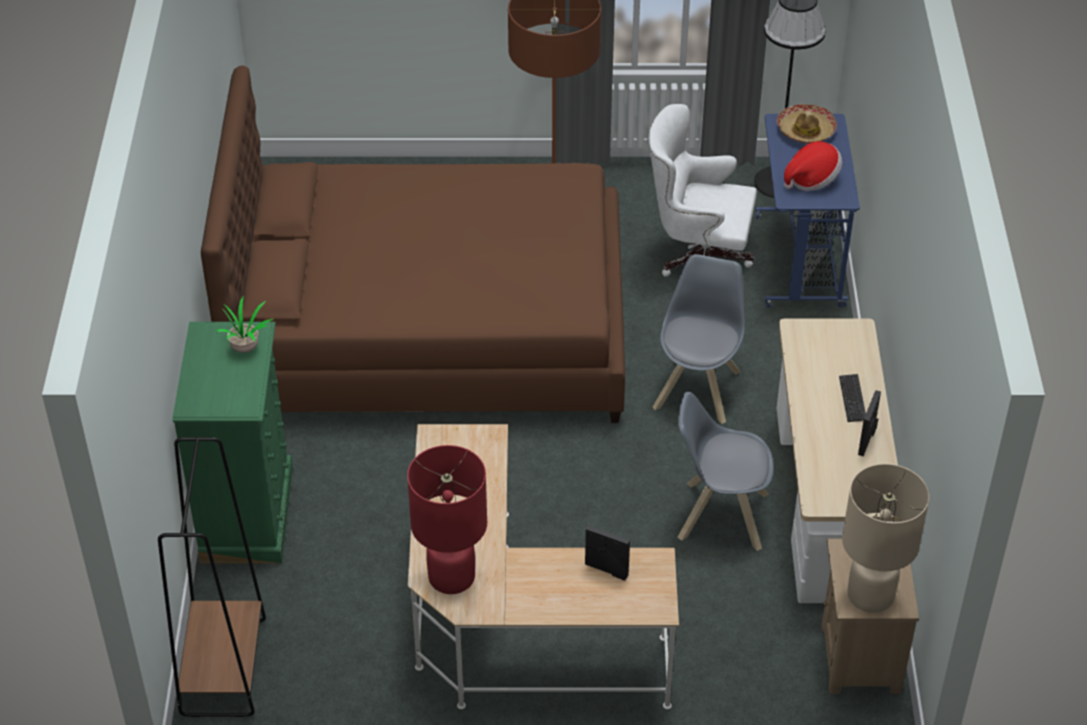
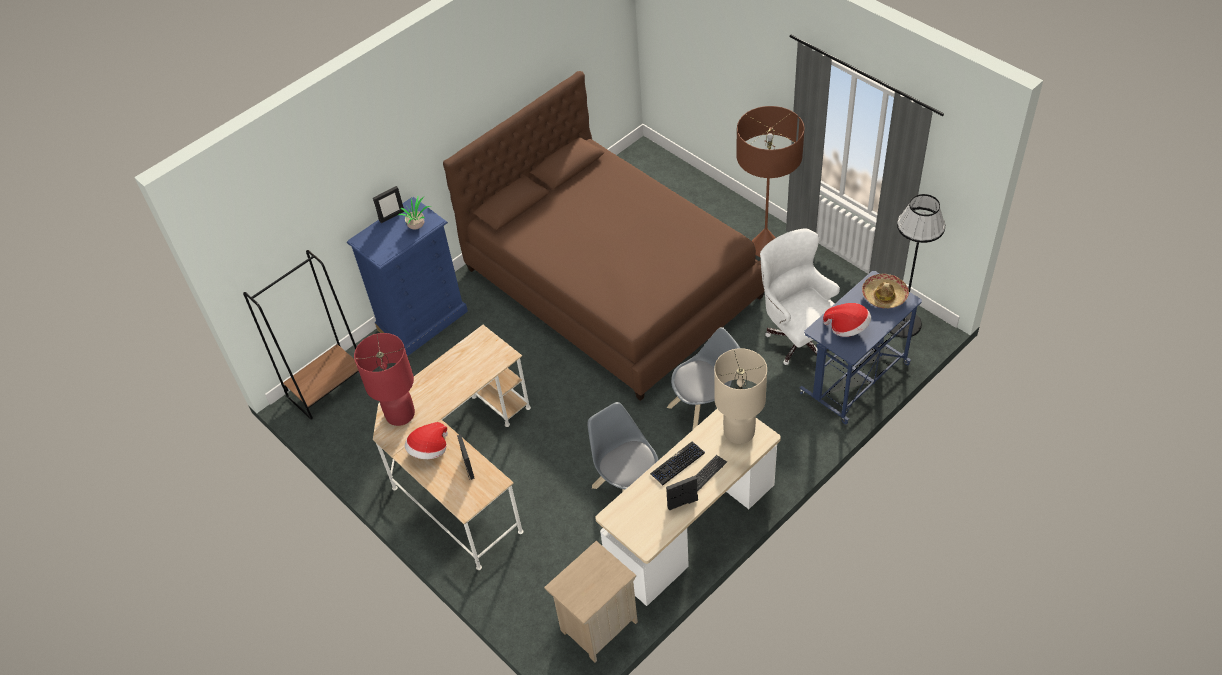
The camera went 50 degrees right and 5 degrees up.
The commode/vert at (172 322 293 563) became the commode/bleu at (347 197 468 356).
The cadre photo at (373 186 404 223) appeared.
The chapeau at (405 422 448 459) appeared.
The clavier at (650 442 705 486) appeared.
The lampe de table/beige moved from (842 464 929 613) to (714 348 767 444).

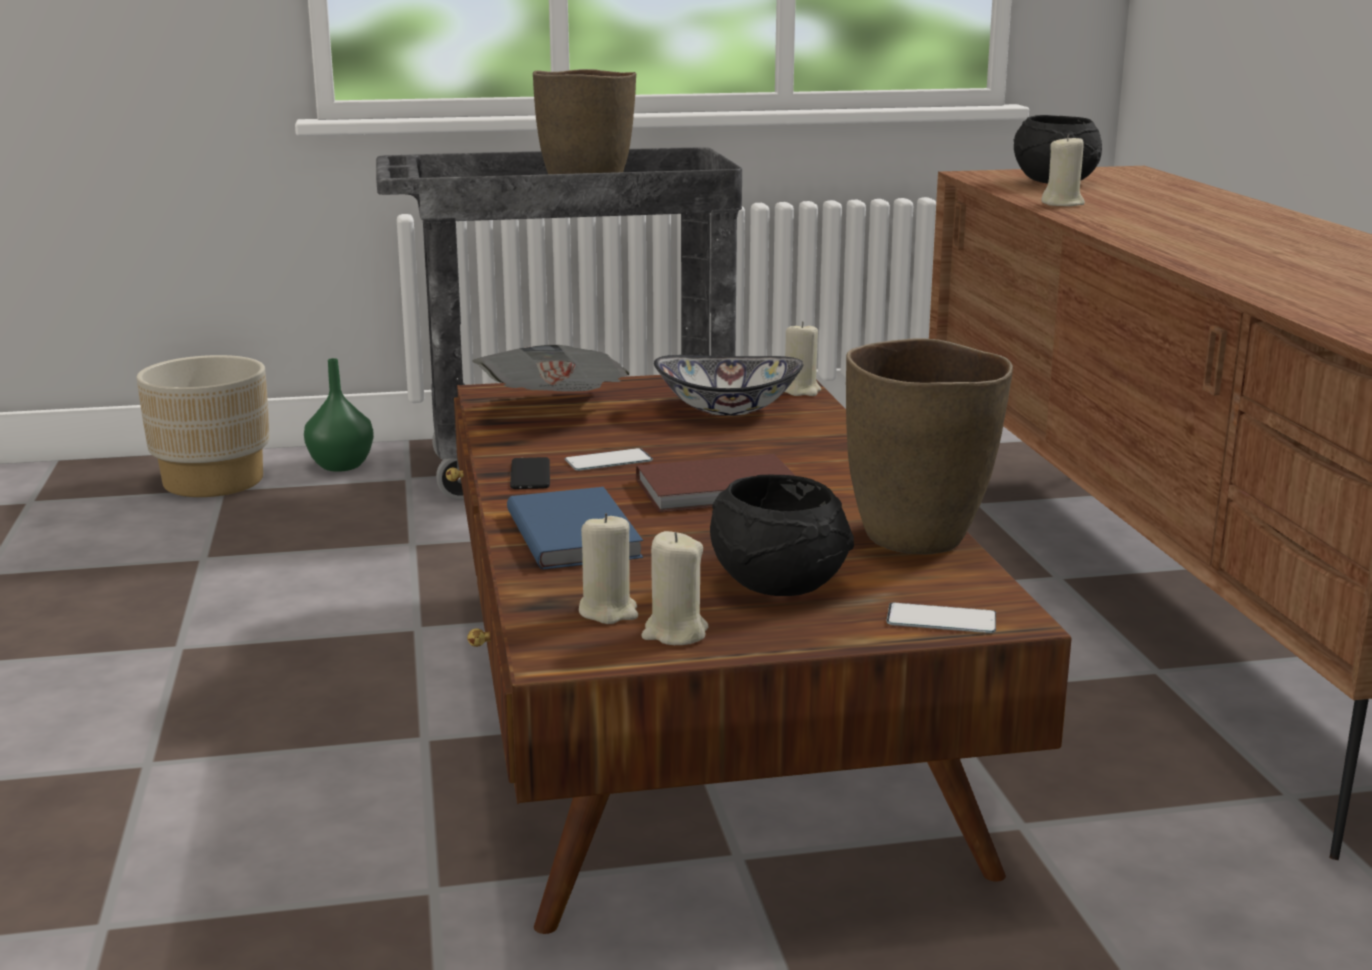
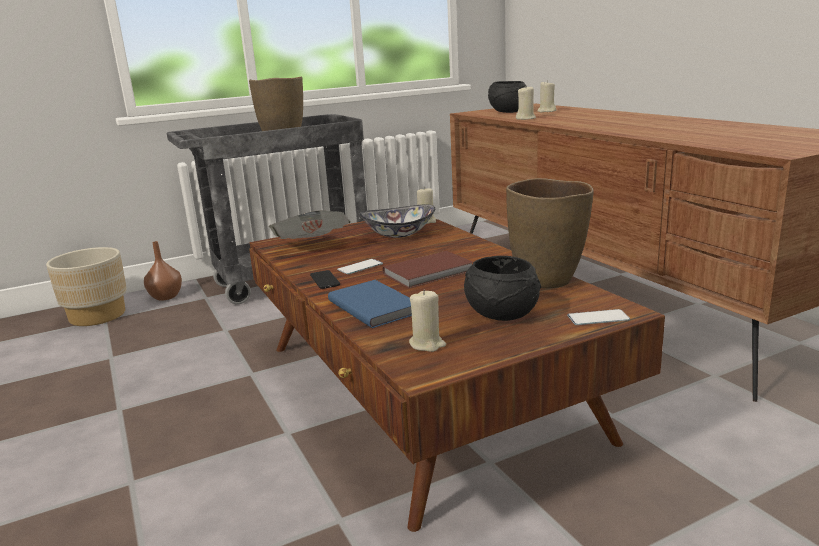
The camera went 15 degrees left and 0 degrees up.
The vase/vert at (304 358 374 472) became the vase/marron at (144 241 182 301).
The bougie/beige moved from (641 531 708 645) to (538 80 556 113).

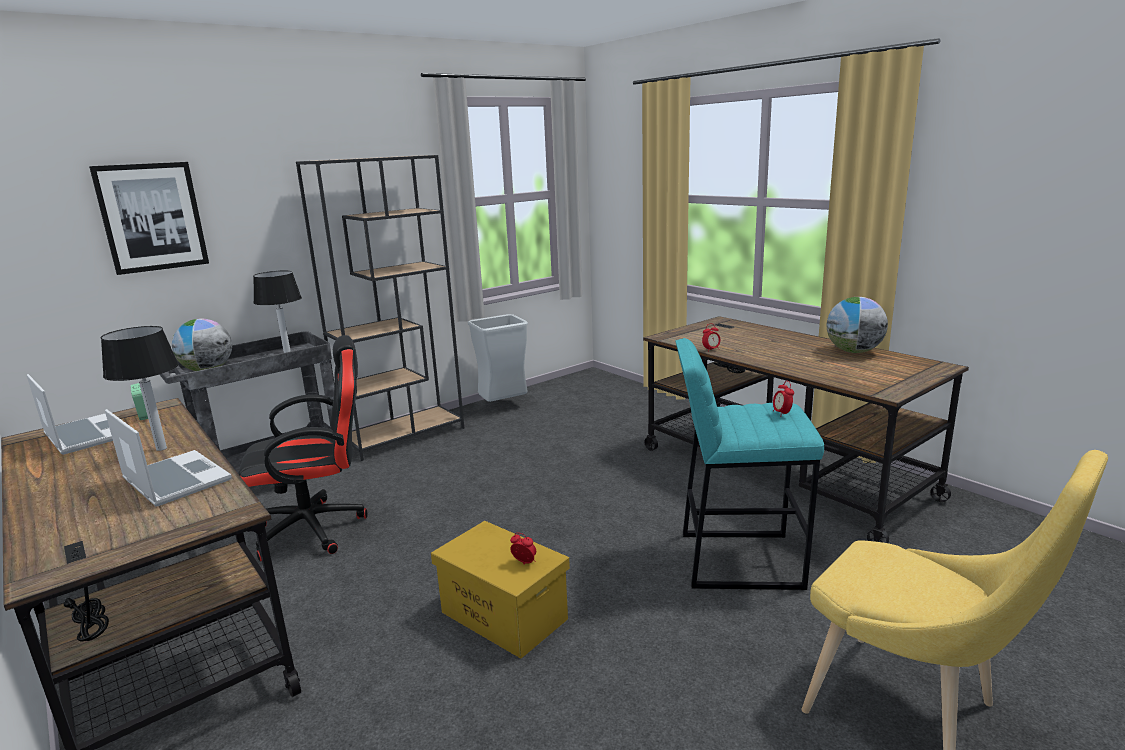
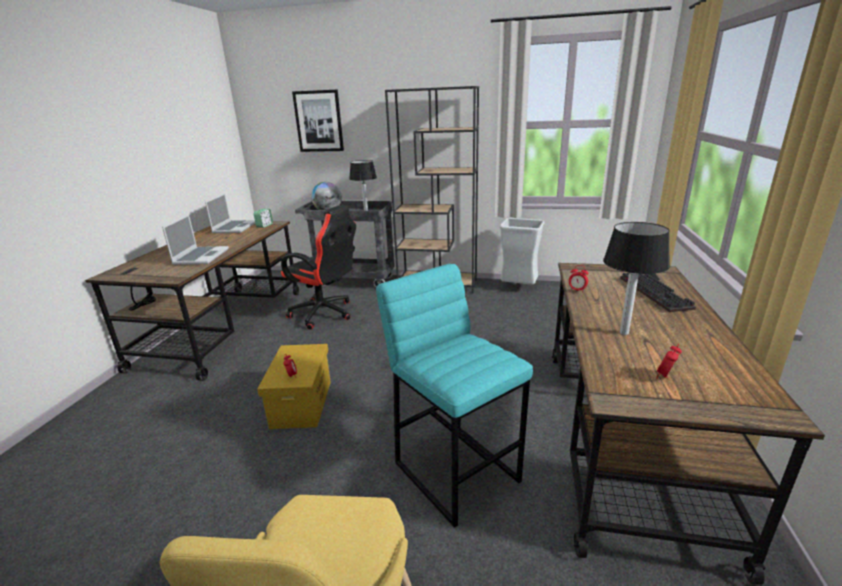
The camera went 50 degrees right and 5 degrees up.
The lampe de table moved from (101 326 179 451) to (603 222 670 335).
The clavier at (620 273 696 312) appeared.
The réveil moved from (773 381 794 417) to (656 344 682 378).
The globe at (827 297 888 353) disappeared.

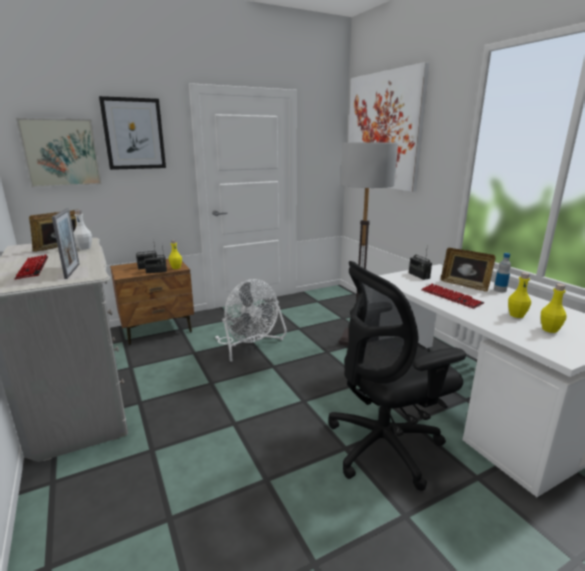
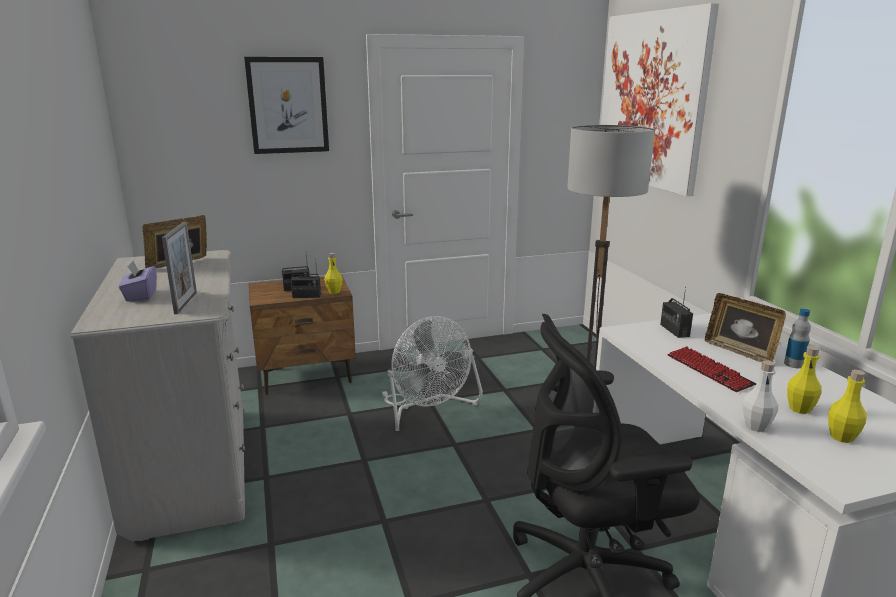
The camera went 10 degrees right and 0 degrees up.
The clavier at (15 254 48 279) was replaced by the boîte à mouchoirs/violet at (119 261 157 302).
The bouteille/blanc moved from (74 210 92 250) to (743 360 778 432).
The tableau at (16 118 102 188) disappeared.

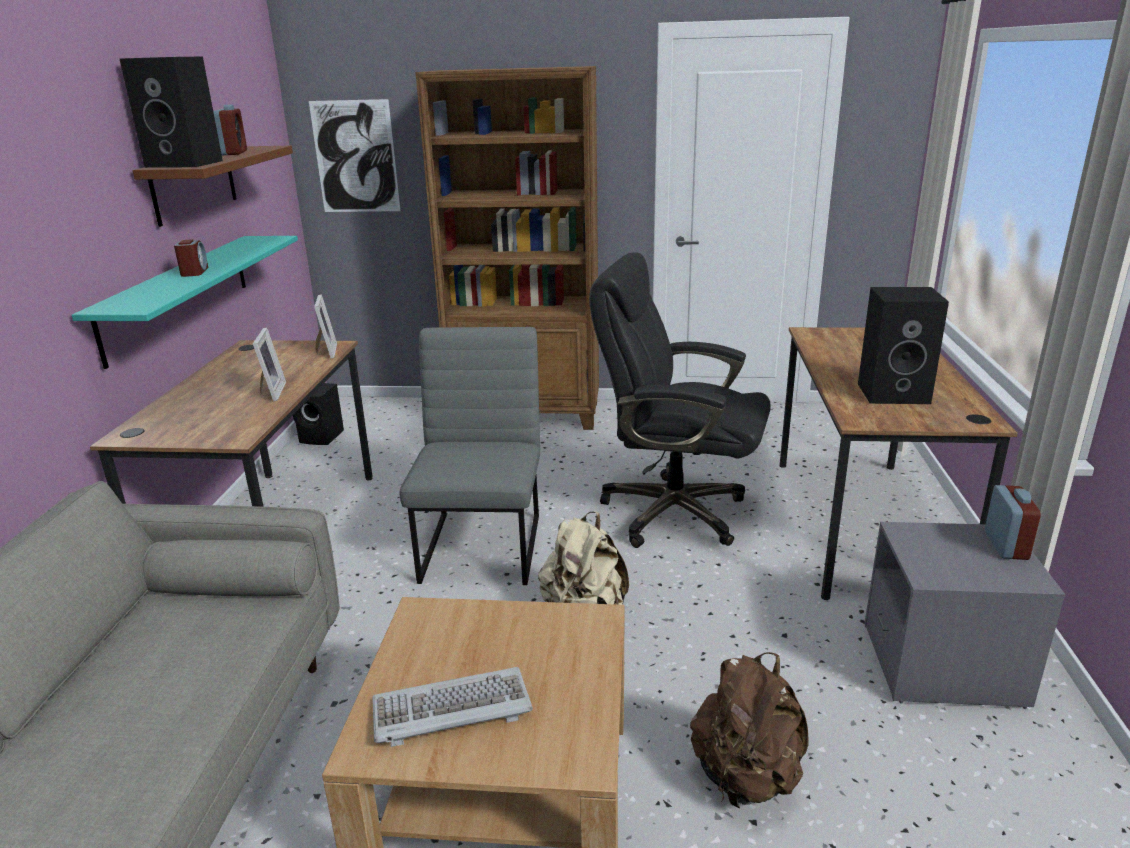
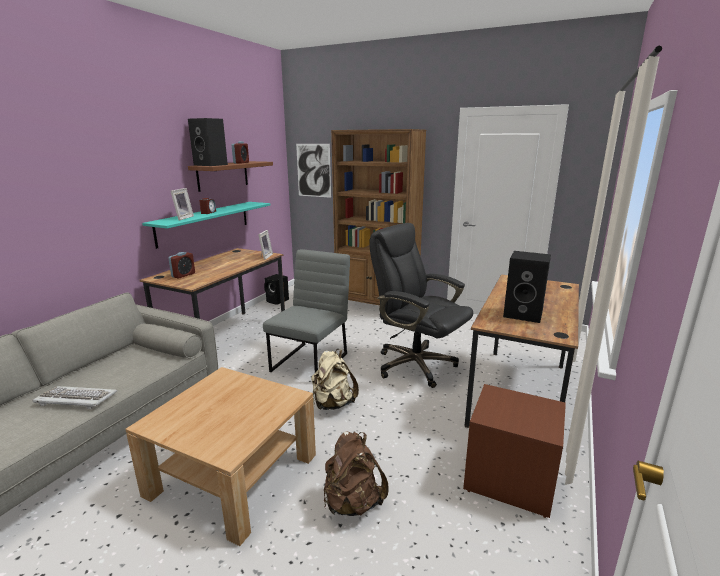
The camera went 20 degrees right and 5 degrees down.
The clavier moved from (373 667 533 747) to (32 386 117 409).
The réveil moved from (985 485 1041 560) to (168 252 195 279).
The cadre photo moved from (253 328 286 401) to (171 188 194 220).
The table de chevet/gris at (864 522 1065 709) became the table de chevet/marron at (463 384 566 518).

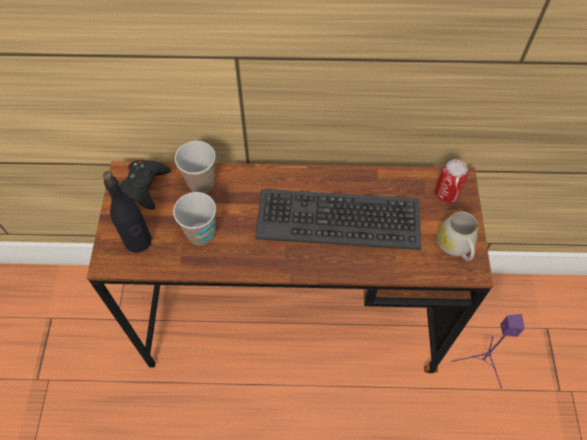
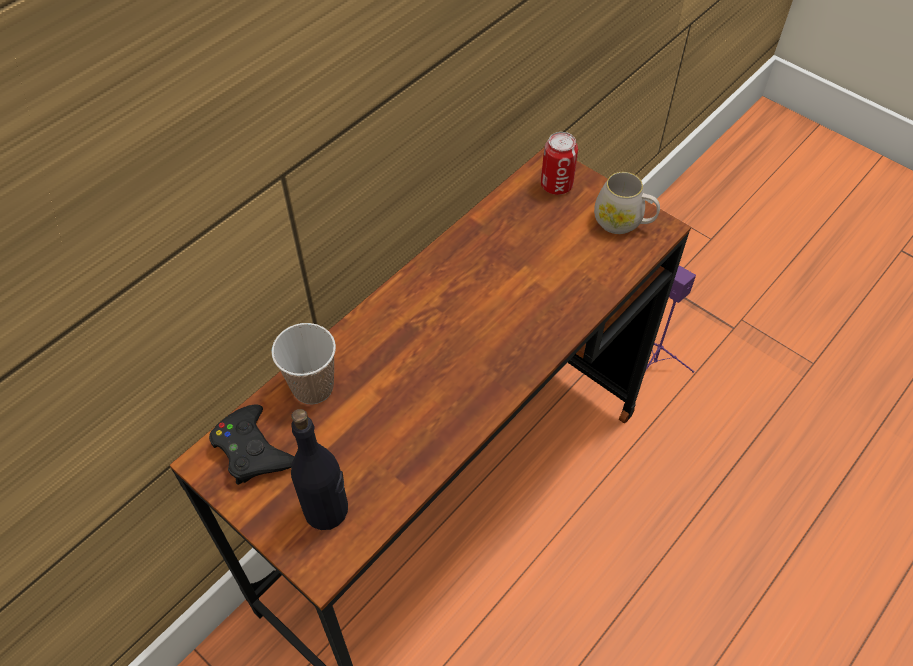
The camera went 50 degrees left and 5 degrees down.
The tasse at (173 192 216 245) disappeared.
The clavier at (255 189 421 250) disappeared.

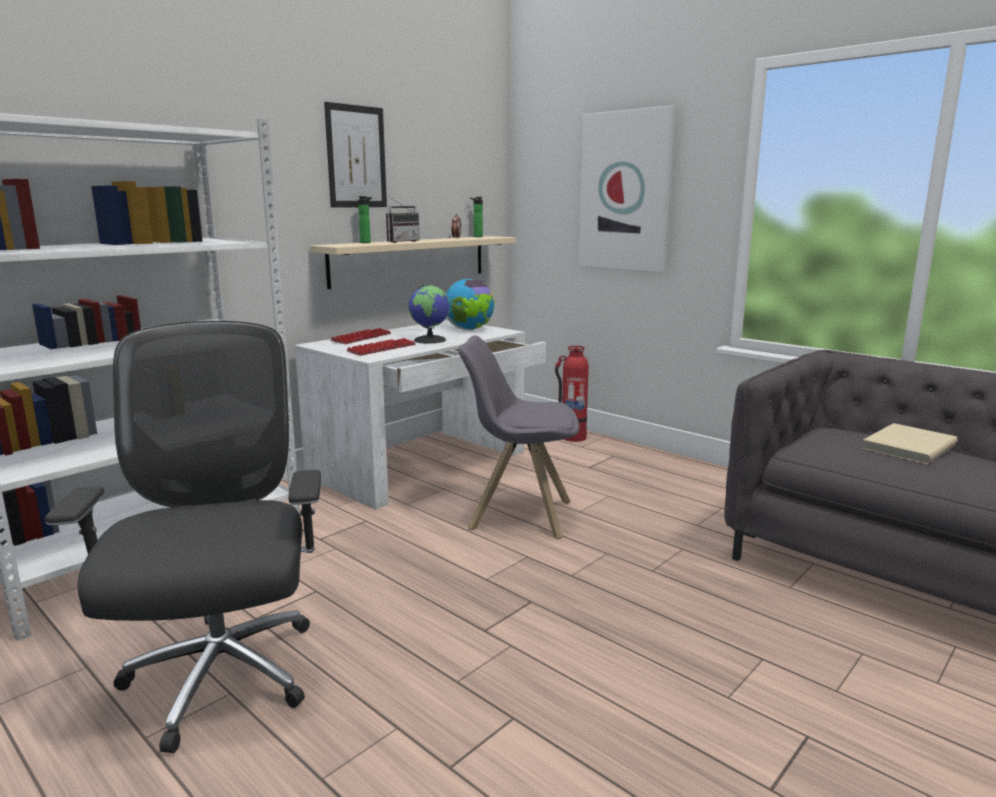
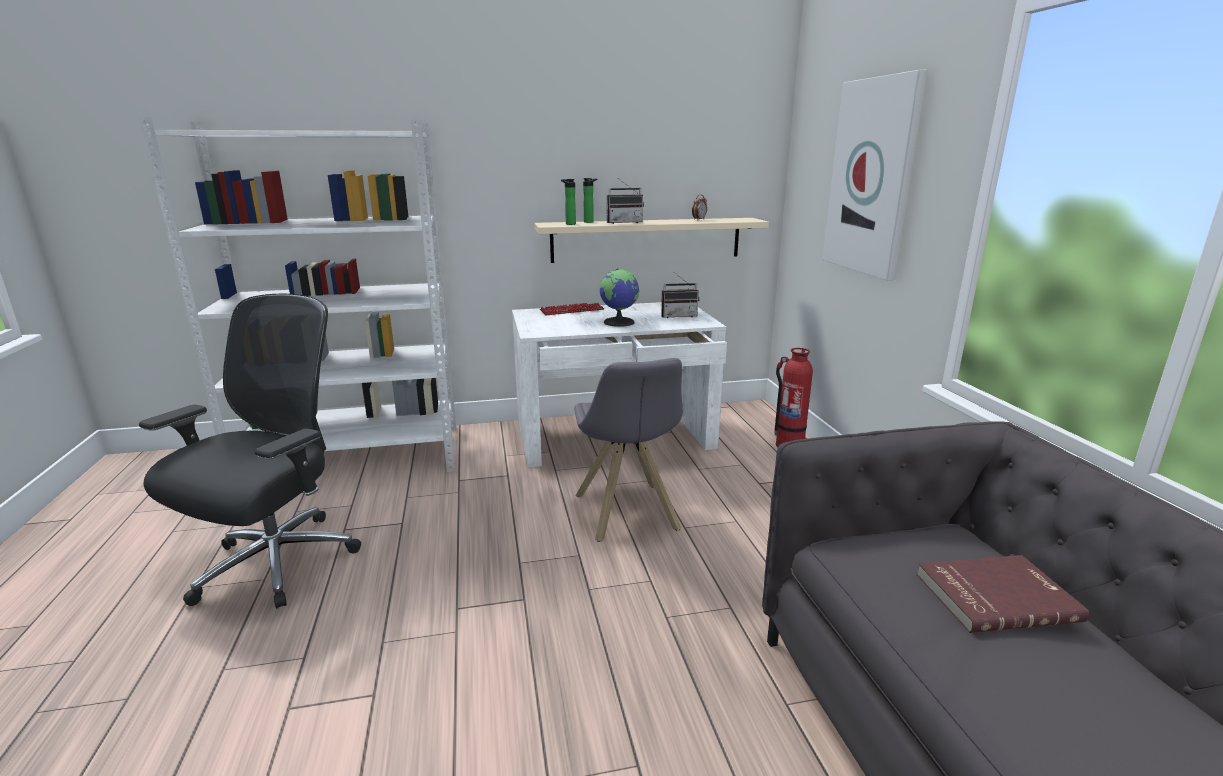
The camera went 35 degrees right and 5 degrees up.
The bouteille moved from (470 197 483 237) to (561 179 576 225).
The chaise/gris at (458 335 579 539) turned 150 degrees counterclockwise.
The globe at (446 279 495 330) was replaced by the radio at (661 272 699 318).
The livre/beige at (862 423 958 465) became the livre/rouge at (916 555 1089 633).
The tableau at (324 102 387 208) disappeared.
The clavier at (346 338 416 356) disappeared.

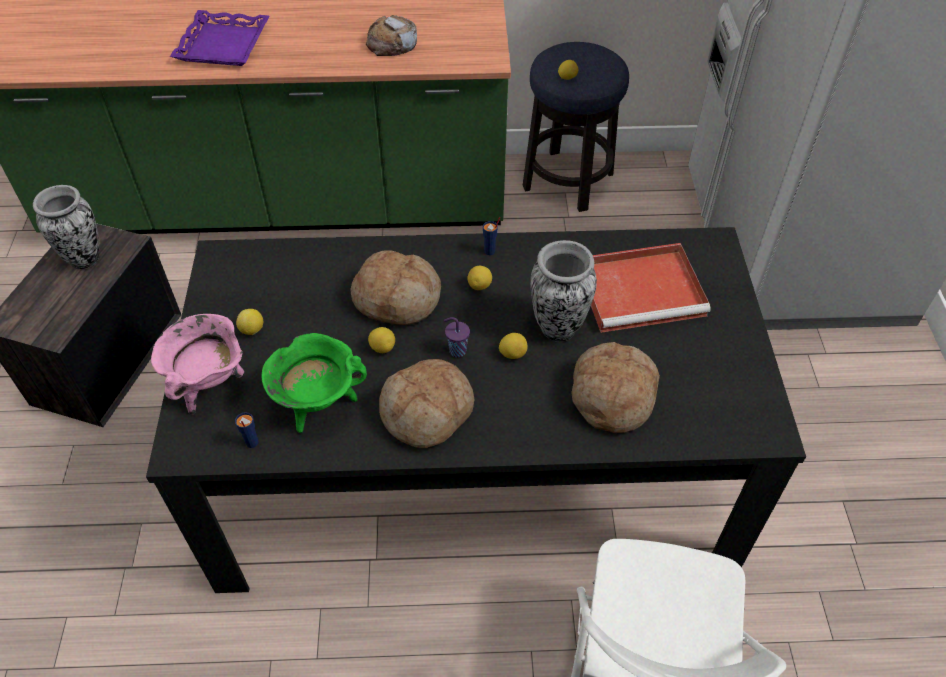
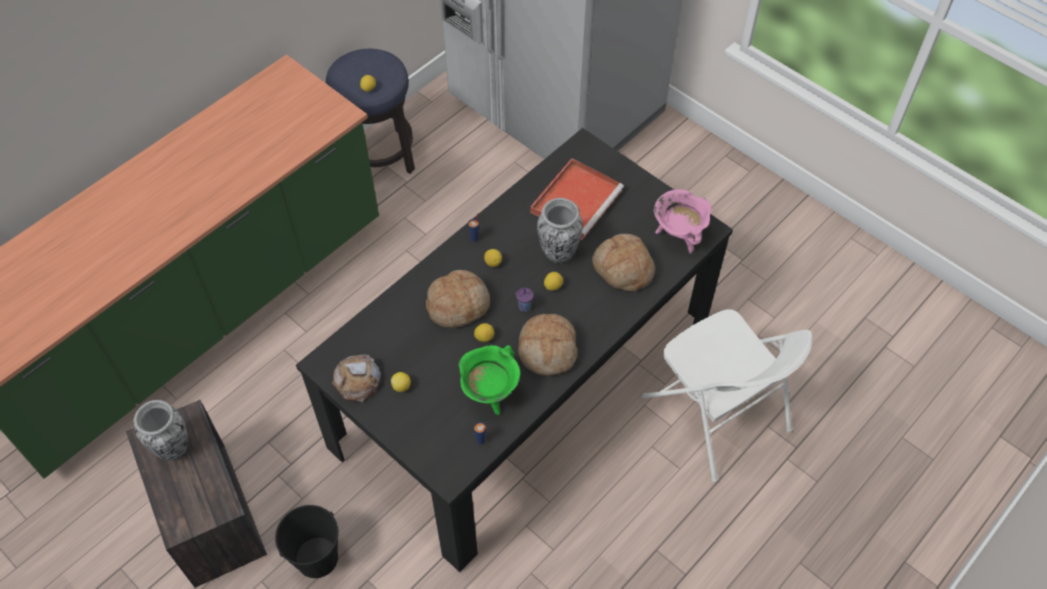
The camera went 45 degrees left and 5 degrees up.
The seau/noir at (275 505 339 578) appeared.
The pain moved from (366 15 417 56) to (332 355 381 402).
The marmite/rose moved from (151 314 244 415) to (654 189 712 254).
The plateau/violet at (170 10 269 66) disappeared.

